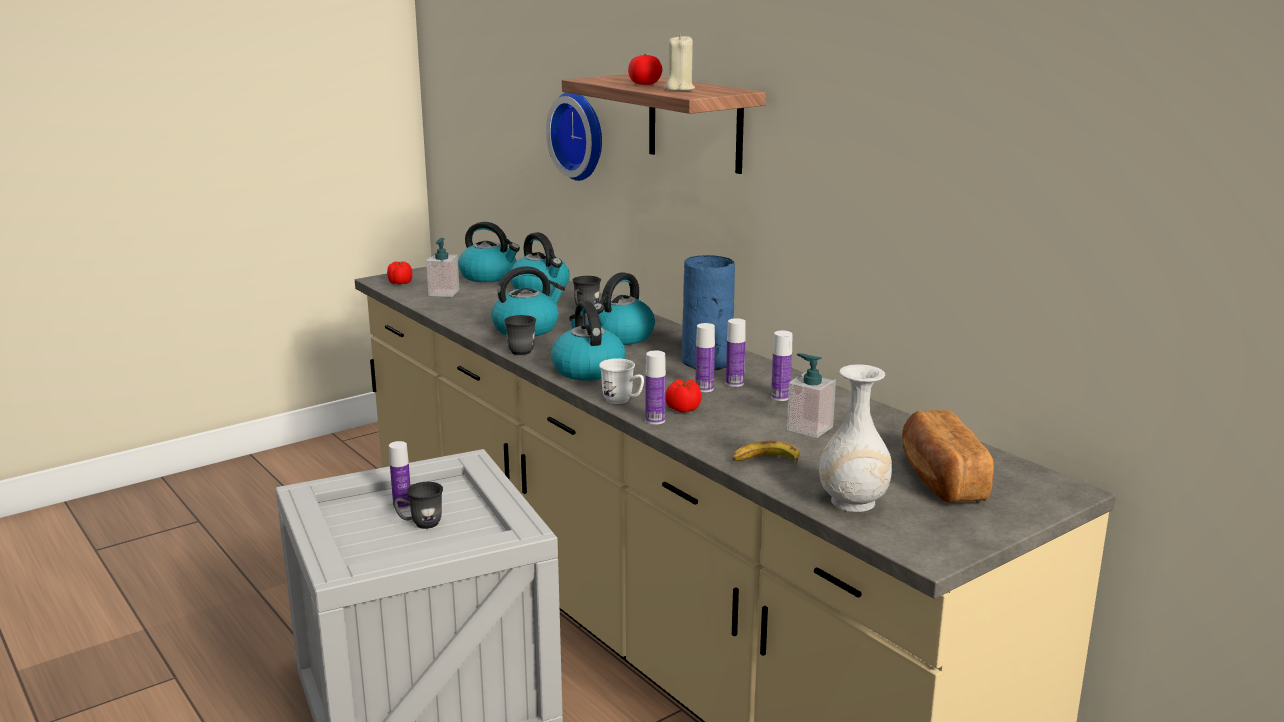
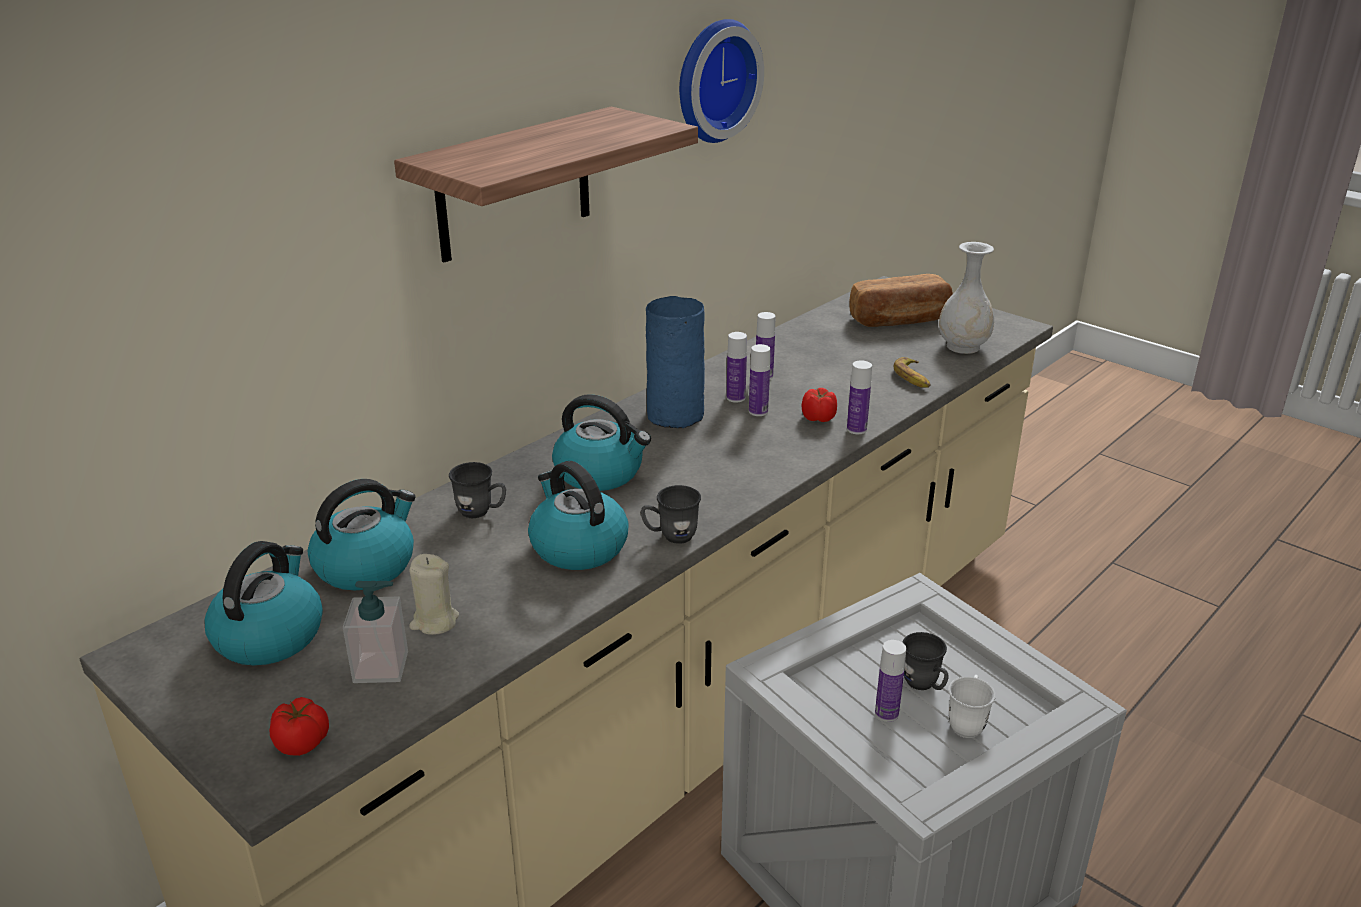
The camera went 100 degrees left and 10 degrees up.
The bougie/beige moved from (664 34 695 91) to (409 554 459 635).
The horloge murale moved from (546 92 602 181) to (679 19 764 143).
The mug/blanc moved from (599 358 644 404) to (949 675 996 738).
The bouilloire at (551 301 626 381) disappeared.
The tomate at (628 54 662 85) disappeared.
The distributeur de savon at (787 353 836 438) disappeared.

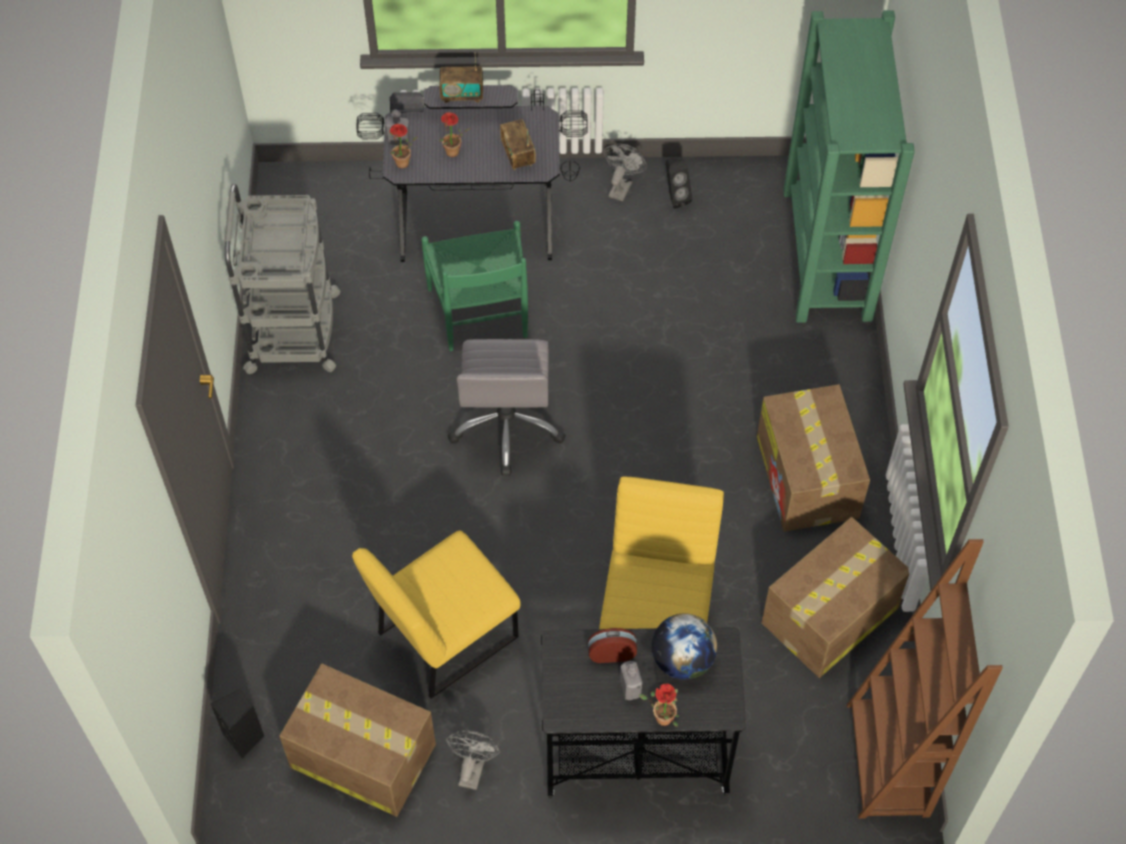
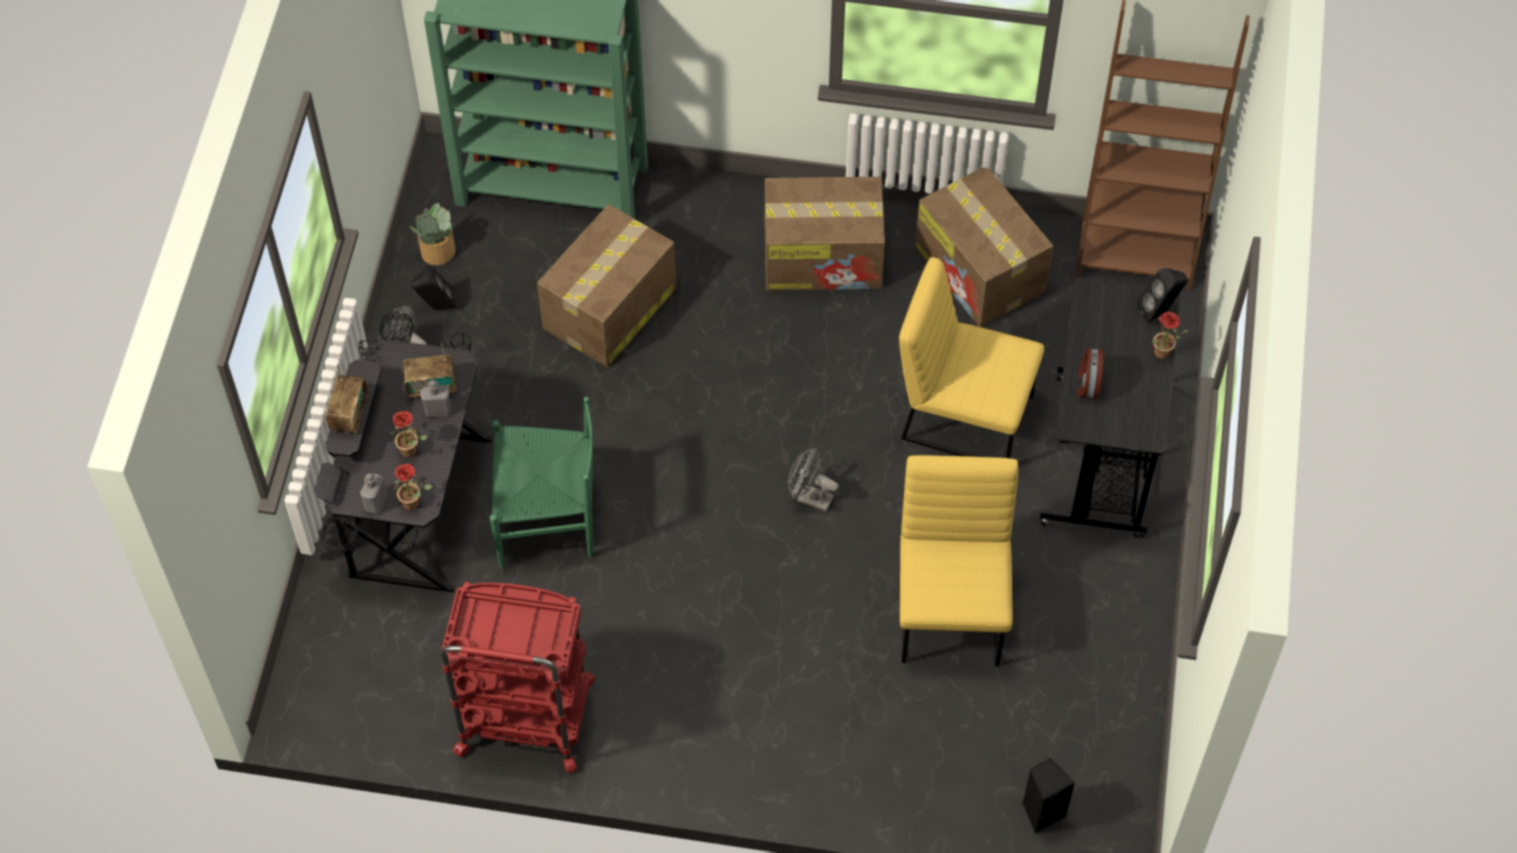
The camera went 80 degrees left and 0 degrees up.
The plante en pot at (409 203 455 265) appeared.
The bouteille/gris moved from (620 661 642 700) to (421 380 451 417).
The chariot/gris at (225 184 340 374) became the chariot/rouge at (441 582 595 773).
The carton moved from (279 664 436 817) to (537 204 676 367).
The ventilateur/gris moved from (446 730 500 790) to (788 448 839 511).
The chaise/jaune at (352 531 521 698) turned 150 degrees counterclockwise.
The enceinte/noir at (1137 268 1187 323) appeared.
The chaise de bureau/gris at (448 339 566 476) disappeared.
The globe at (652 614 717 680) disappeared.

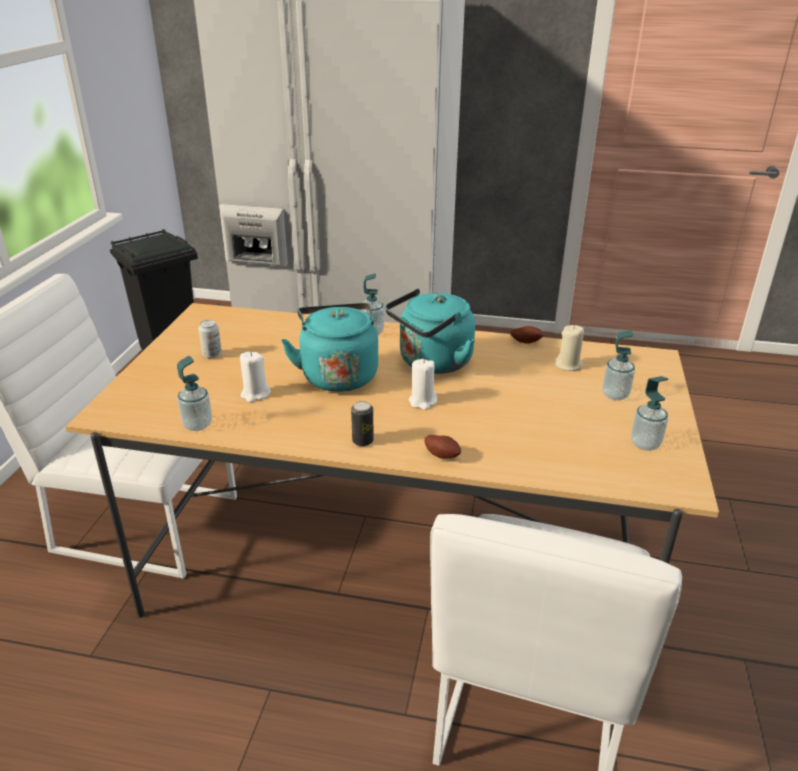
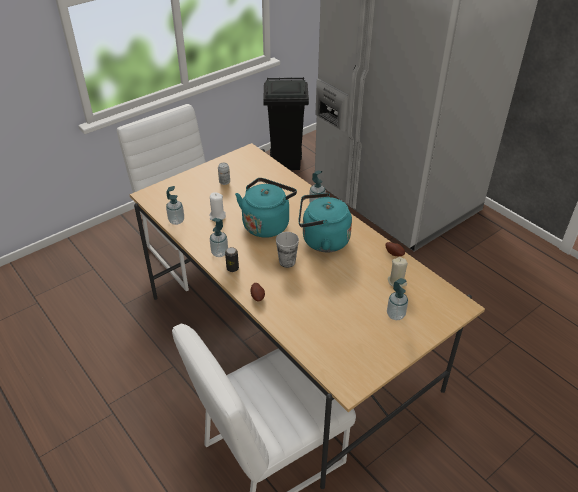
The camera went 40 degrees right and 10 degrees up.
The distributeur de savon moved from (631 376 668 451) to (210 218 228 257).
The bougie/blanc at (409 359 437 410) was replaced by the tasse at (276 232 299 268).

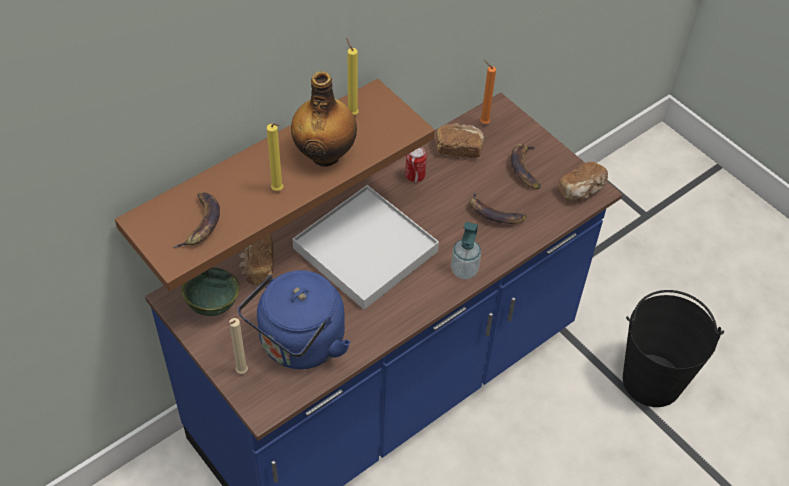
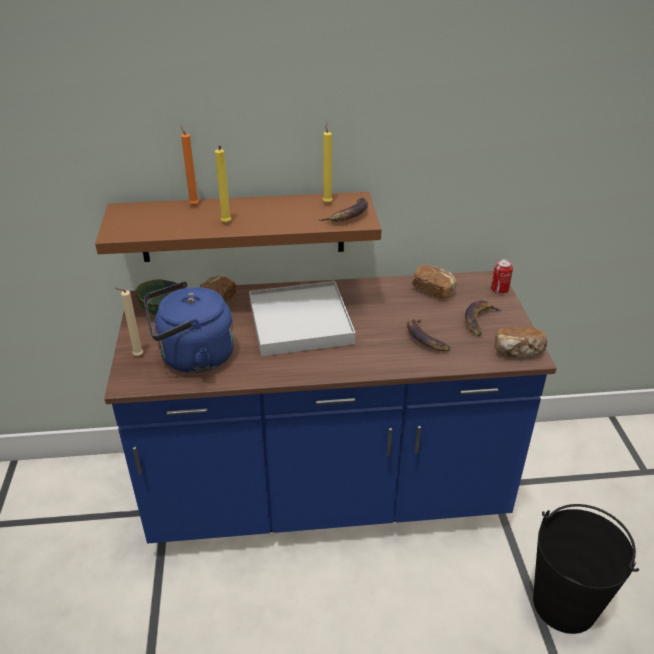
The camera went 35 degrees right and 15 degrees down.
The bougie/orange moved from (480 60 496 124) to (180 124 199 205).
The banane moved from (173 193 220 248) to (319 198 368 222).
The boîte métallique moved from (405 146 427 182) to (491 259 513 294).
The bouteille at (291 71 357 167) disappeared.
The distributeur de savon at (451 222 481 279) disappeared.

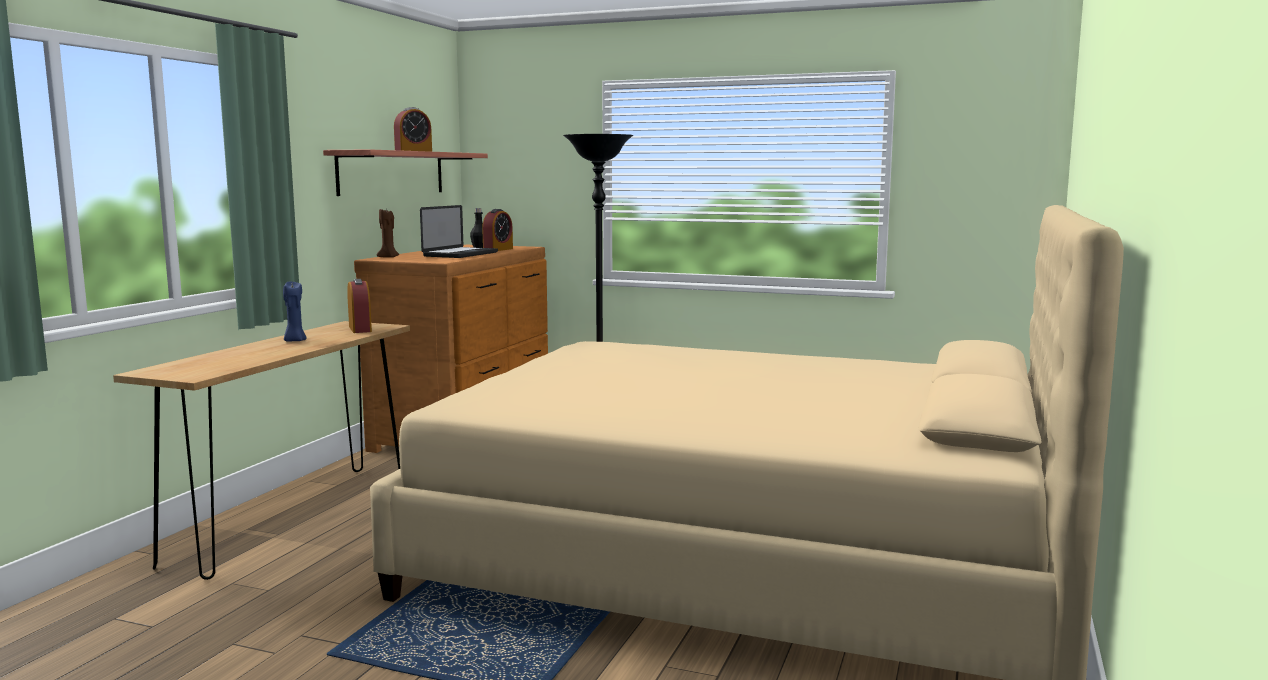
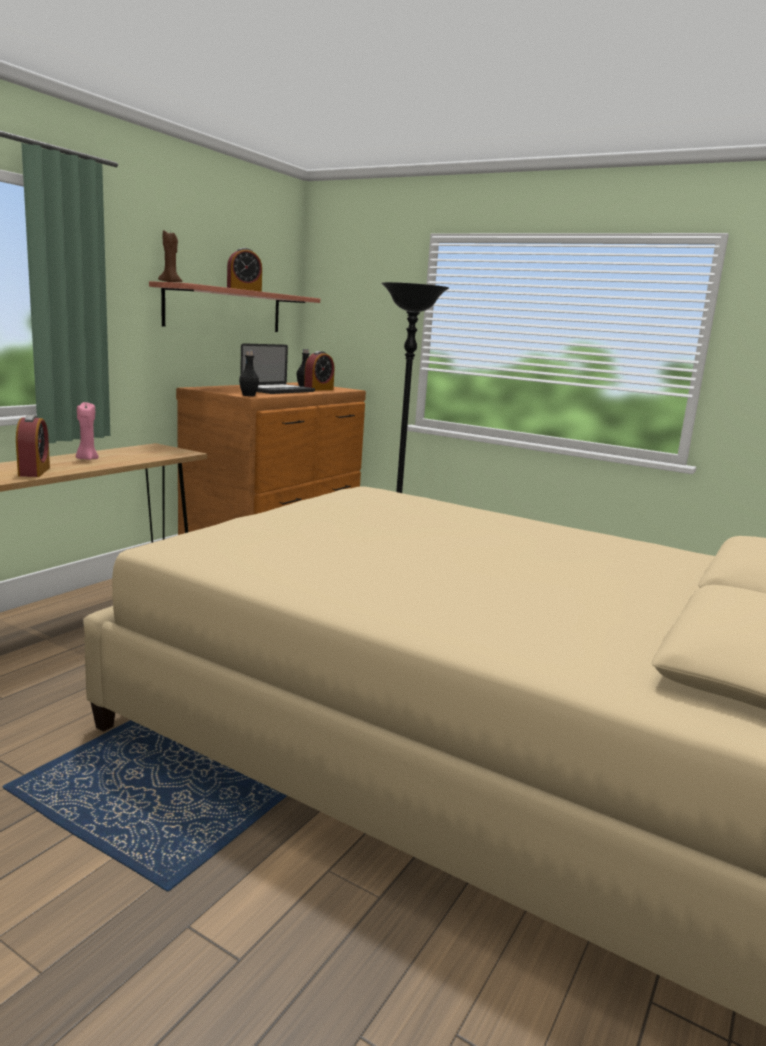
The camera went 10 degrees right and 5 degrees up.
The réveil moved from (347 279 372 333) to (16 415 50 477).
The bougie/bleu at (283 282 307 342) became the bougie/rose at (76 402 99 460).
The bougie/marron moved from (377 209 399 257) to (158 230 182 282).
The bouteille/noir at (239 350 259 396) appeared.

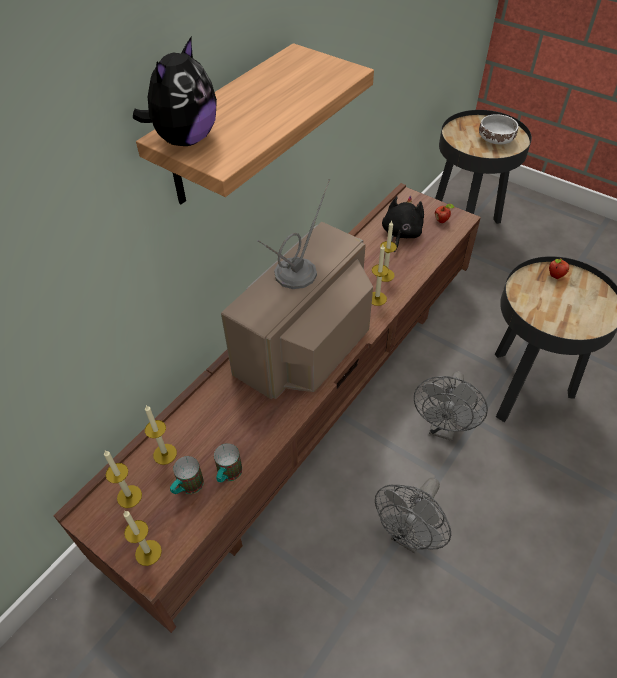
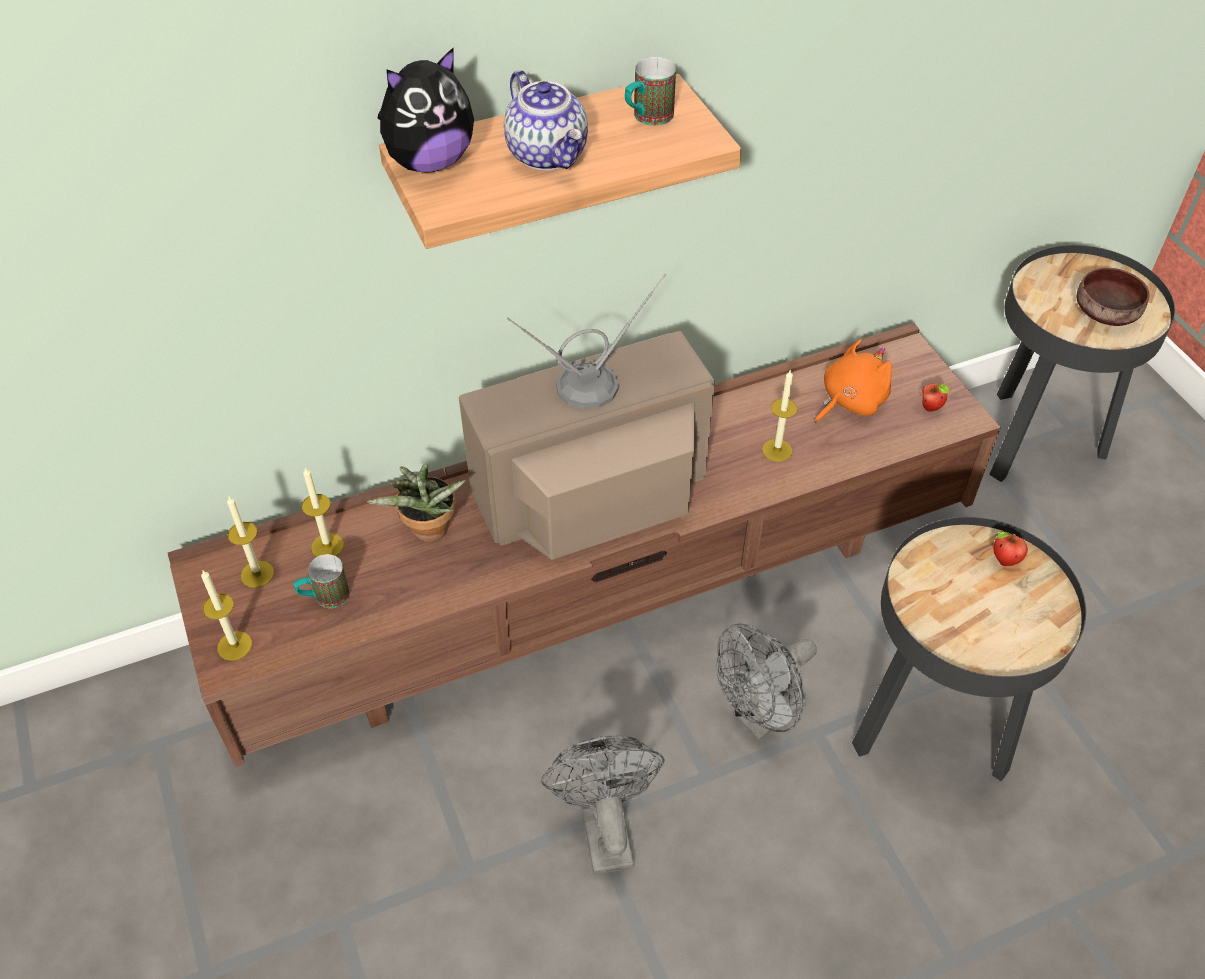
The camera went 30 degrees right and 0 degrees up.
The plante en pot at (367 463 466 542) appeared.
The théière at (504 70 588 171) appeared.
The ventilateur/gris at (375 477 451 553) turned 105 degrees clockwise.
The mug moved from (214 443 242 483) to (625 57 676 126).
The peluche/noir at (382 196 424 253) became the peluche/orange at (815 340 892 423).
The bol/blanc at (479 114 519 144) became the bol/marron at (1076 268 1150 326).
The bougie at (372 245 389 306) disappeared.

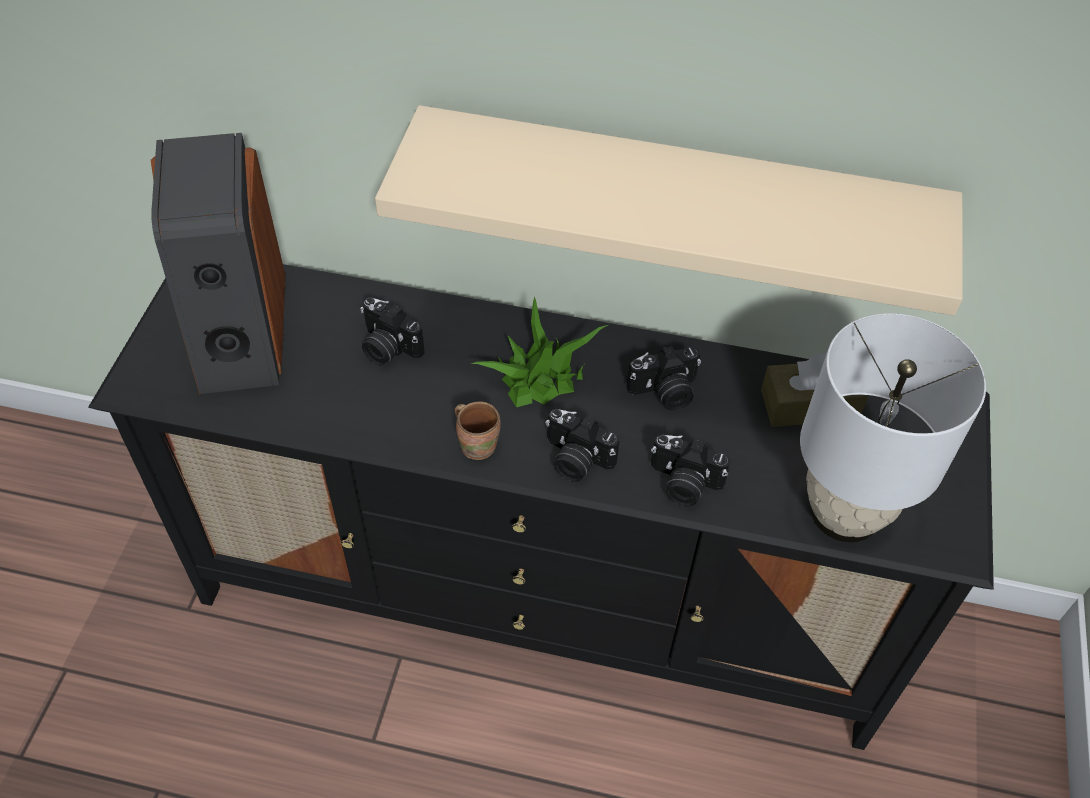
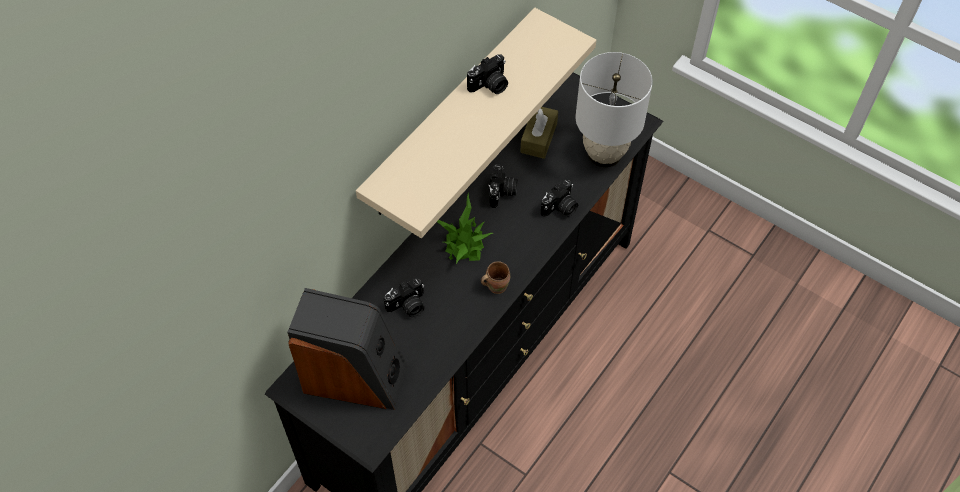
The camera went 65 degrees left and 5 degrees up.
The appareil photo moved from (545 409 620 482) to (467 54 508 94).

